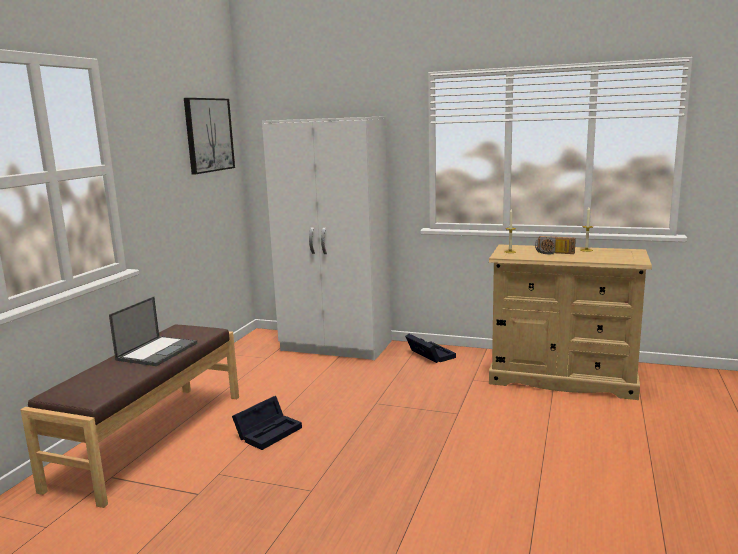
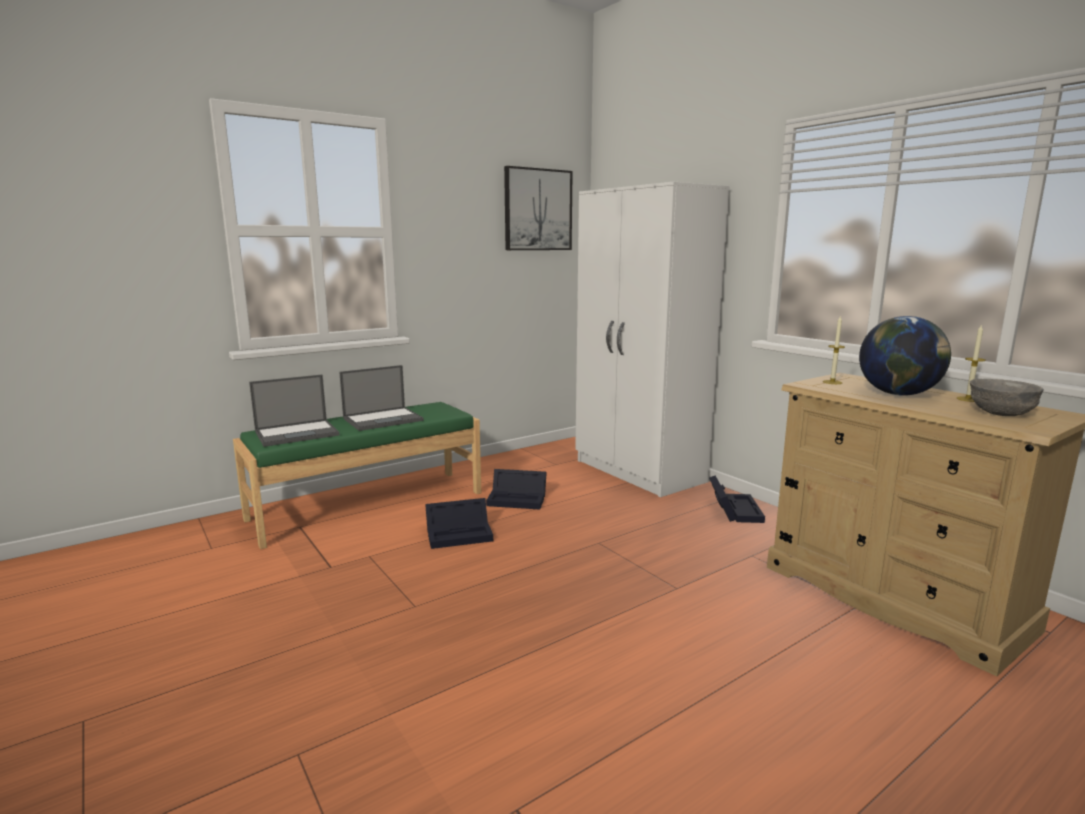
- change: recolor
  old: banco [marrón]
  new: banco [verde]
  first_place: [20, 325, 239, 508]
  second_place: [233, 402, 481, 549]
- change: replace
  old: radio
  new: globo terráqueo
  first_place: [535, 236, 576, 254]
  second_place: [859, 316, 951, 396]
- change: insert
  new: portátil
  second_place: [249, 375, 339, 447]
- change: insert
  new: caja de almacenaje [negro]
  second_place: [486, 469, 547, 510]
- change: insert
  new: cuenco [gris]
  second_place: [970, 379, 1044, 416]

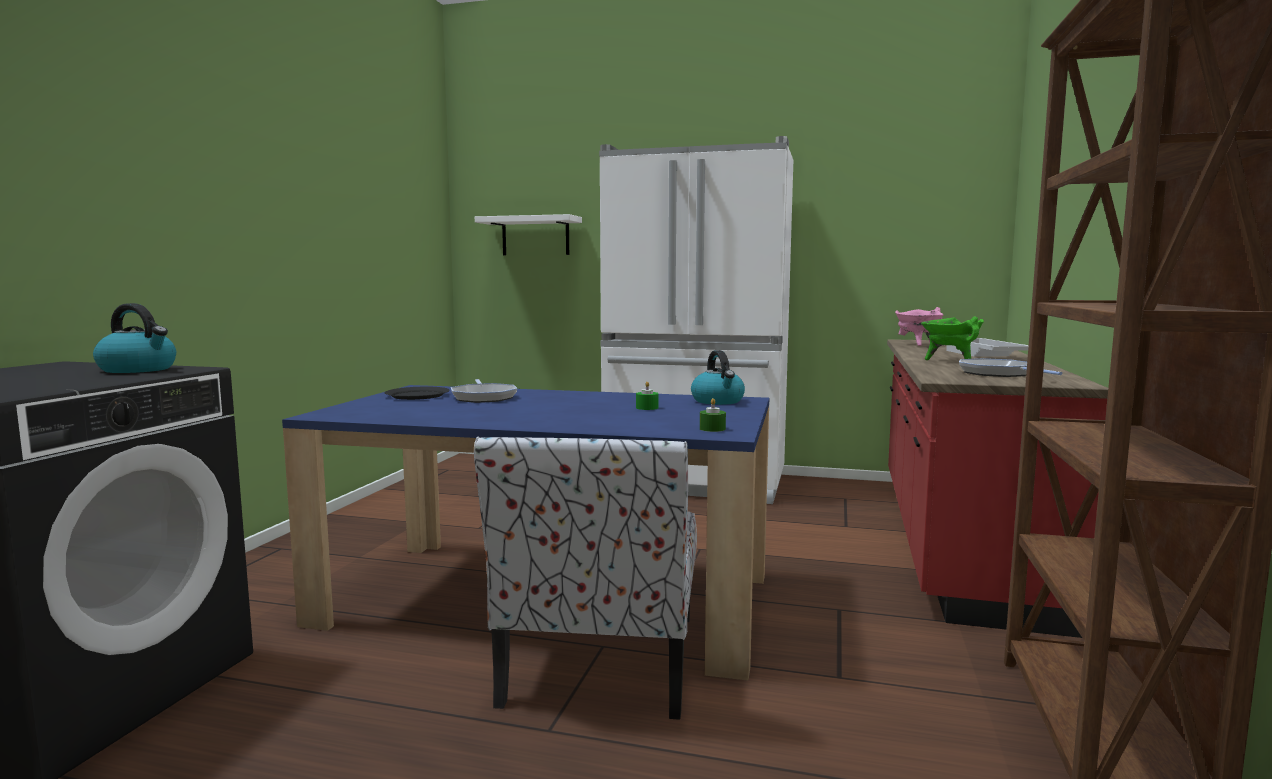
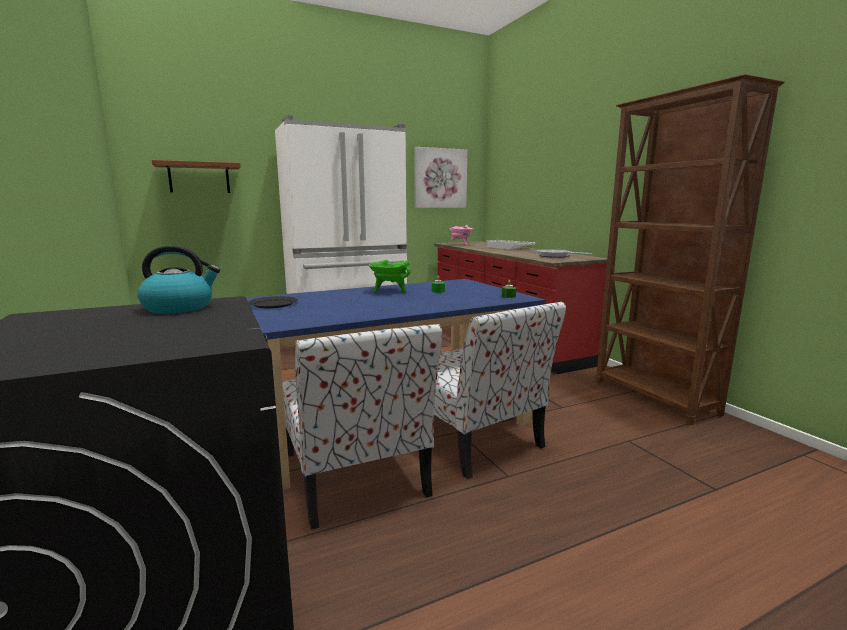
- change: delete
  old: sartén
  first_place: [451, 379, 517, 403]
- change: recolor
  old: estante [blanco]
  new: estante [marrón]
  first_place: [475, 214, 582, 255]
  second_place: [152, 160, 241, 193]
- change: delete
  old: hervidor
  first_place: [691, 350, 745, 405]
- change: move
  old: olla [verde]
  first_place: [921, 316, 984, 360]
  second_place: [368, 260, 411, 293]
- change: insert
  new: silla
  second_place: [283, 324, 442, 530]
- change: insert
  new: cuadro
  second_place: [414, 147, 468, 208]

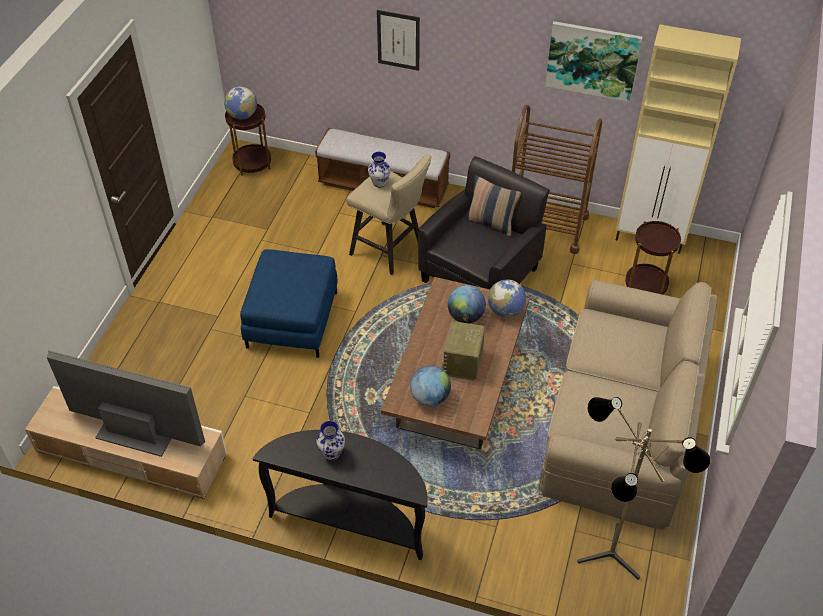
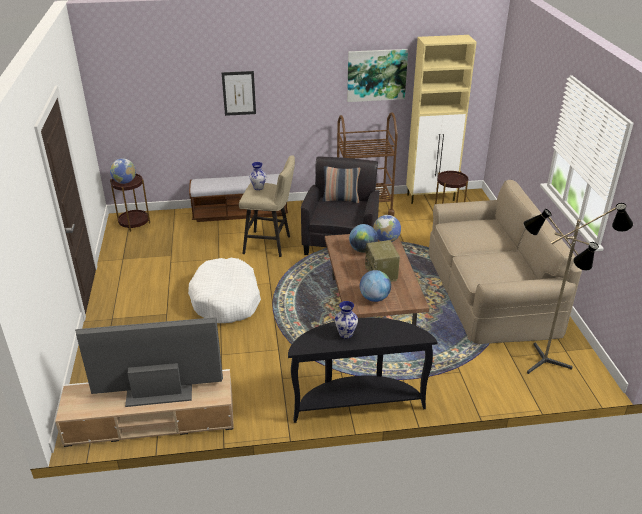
- change: replace
  old: puf [azul]
  new: cama para perro [blanco]
  first_place: [240, 249, 337, 358]
  second_place: [188, 258, 261, 323]

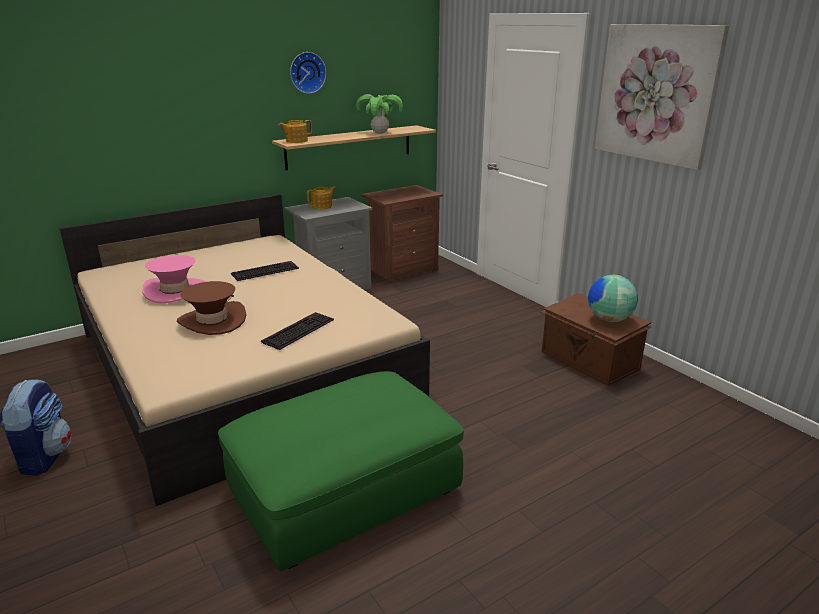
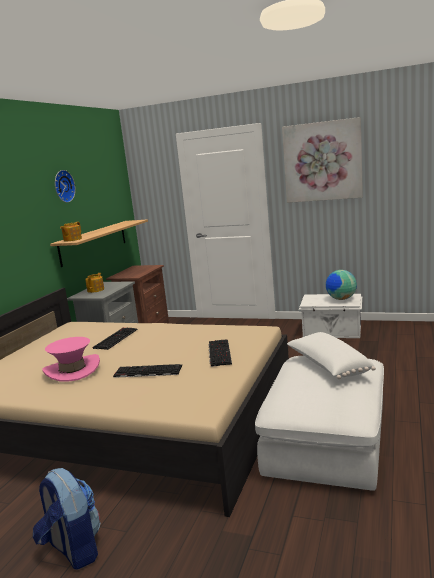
- change: replace
  old: sombrero [marrón]
  new: teclado
  first_place: [177, 281, 246, 335]
  second_place: [113, 364, 182, 378]
- change: recolor
  old: puf [verde]
  new: puf [blanco]
  first_place: [218, 371, 463, 571]
  second_place: [255, 356, 384, 491]
- change: delete
  old: planta en maceta
  first_place: [356, 94, 403, 134]
- change: recolor
  old: caja de almacenaje [marrón]
  new: caja de almacenaje [blanco]
  first_place: [541, 293, 651, 386]
  second_place: [299, 294, 362, 338]
- change: insert
  new: cojín [blanco]
  second_place: [287, 332, 376, 379]

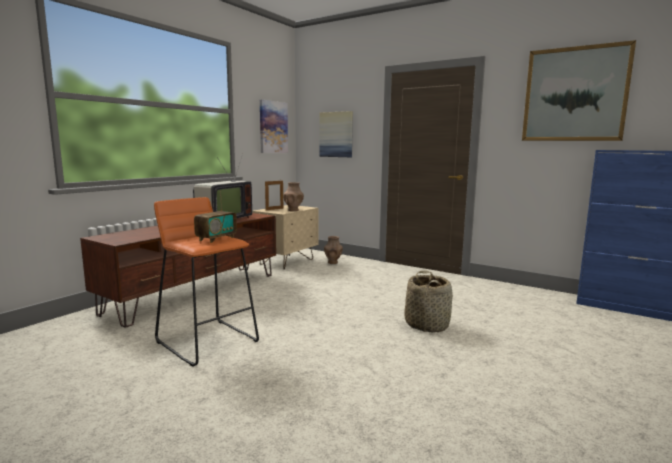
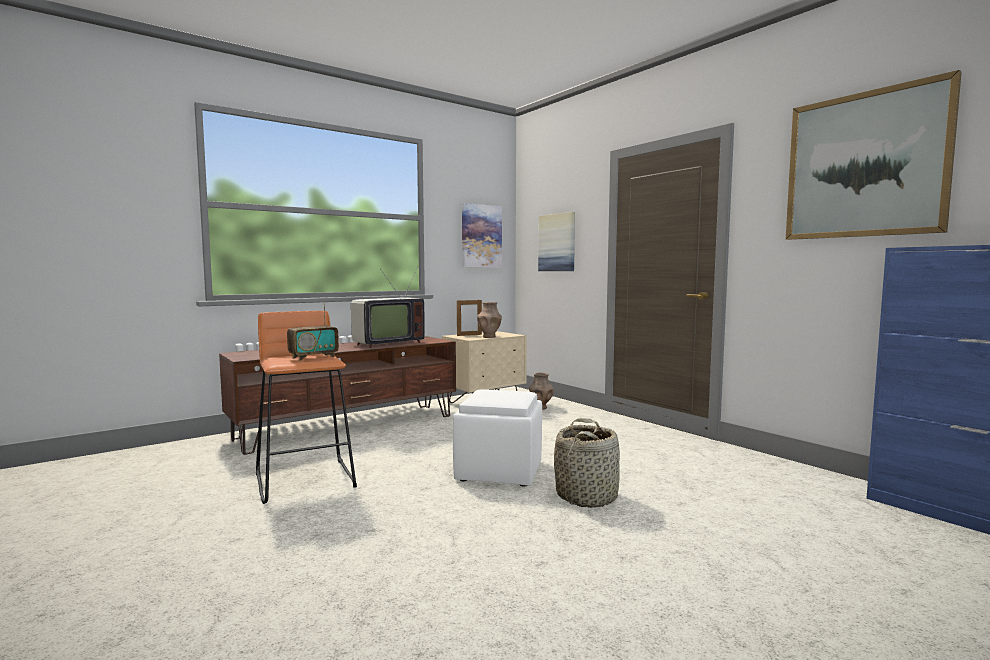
- change: insert
  new: puf [blanco]
  second_place: [453, 389, 542, 487]

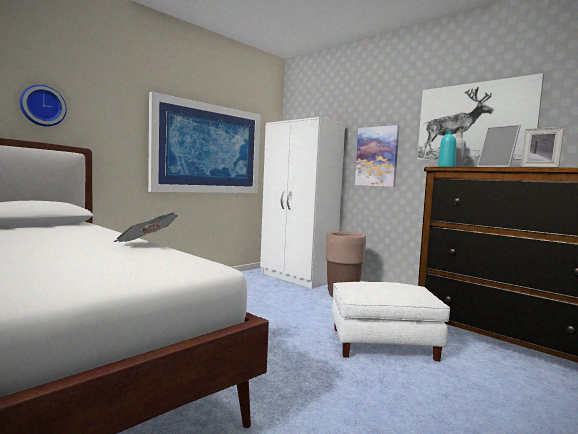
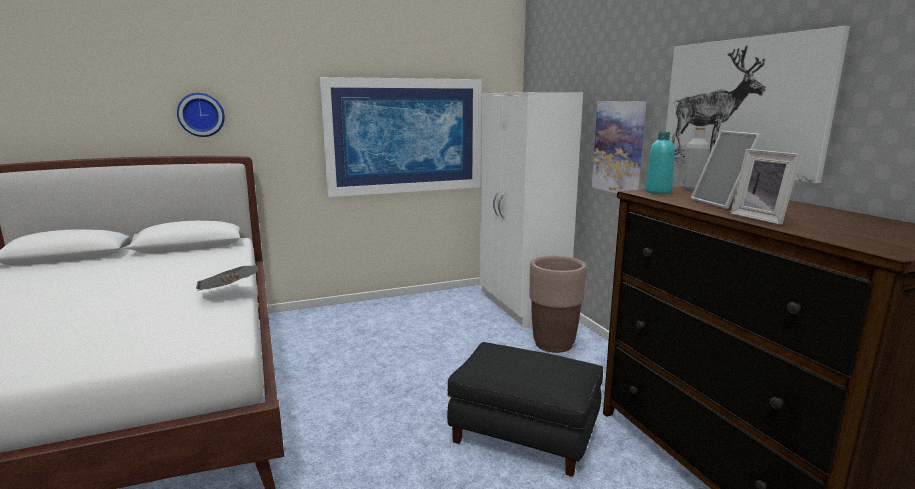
- change: recolor
  old: puf [blanco]
  new: puf [negro]
  first_place: [332, 282, 450, 361]
  second_place: [447, 342, 603, 477]

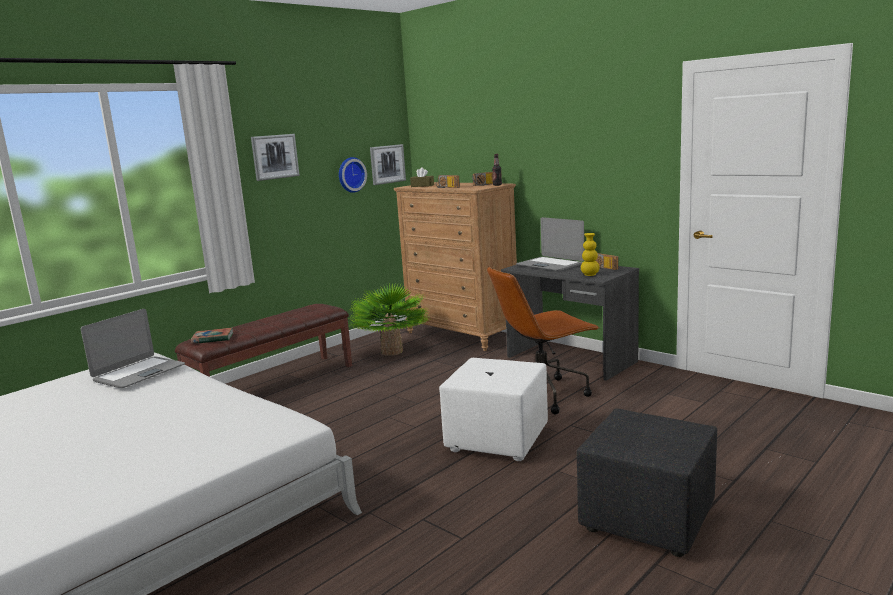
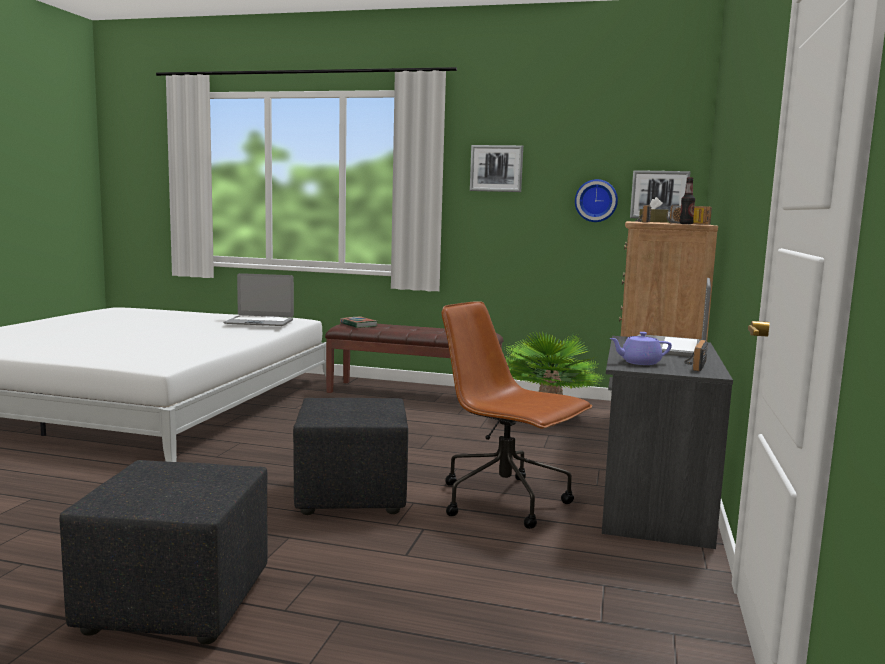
- change: recolor
  old: puf [blanco]
  new: puf [negro]
  first_place: [439, 358, 548, 461]
  second_place: [293, 398, 408, 515]
- change: replace
  old: florero [amarillo]
  new: tetera [morado]
  first_place: [581, 233, 600, 276]
  second_place: [610, 332, 672, 365]

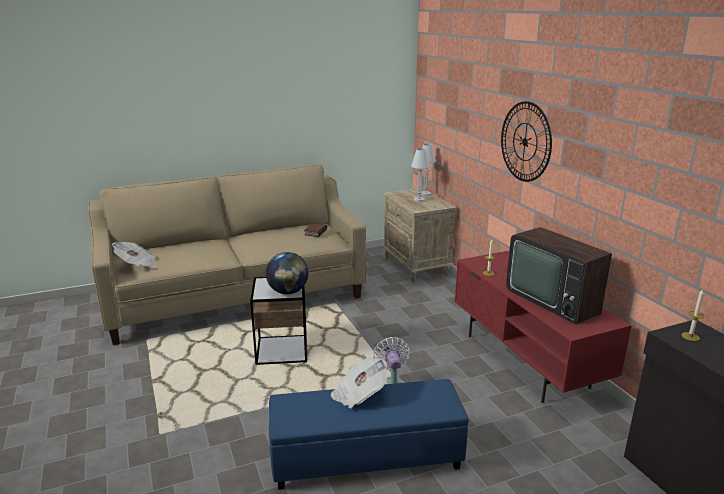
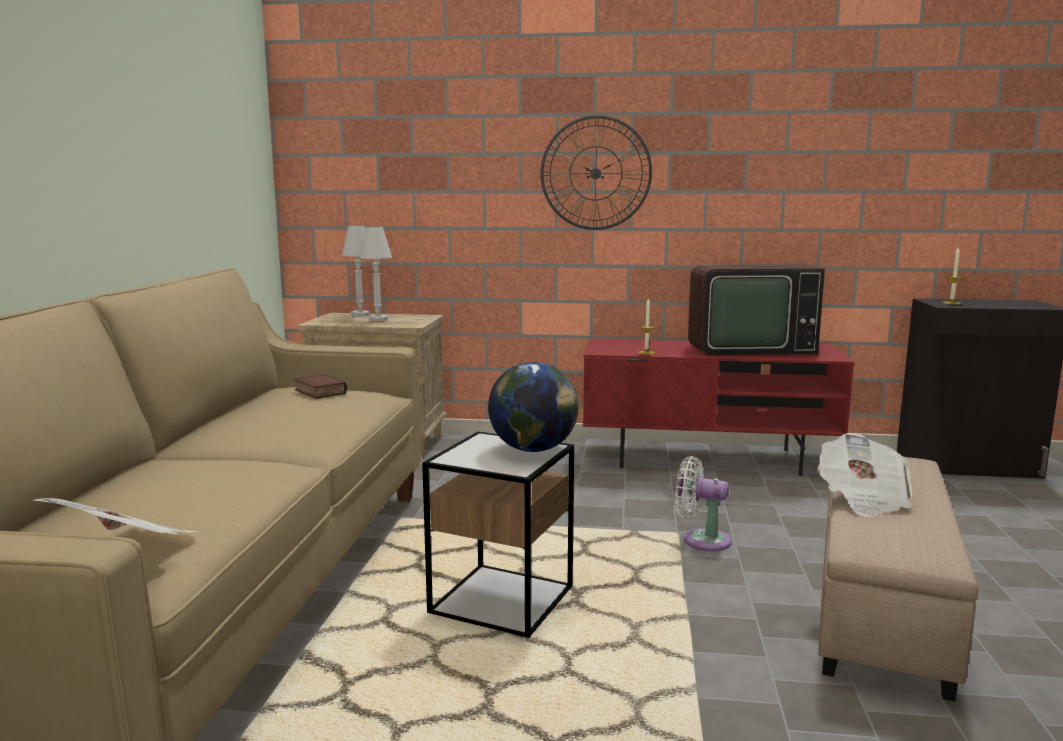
- change: recolor
  old: puf [azul]
  new: puf [beis]
  first_place: [269, 379, 468, 490]
  second_place: [818, 457, 978, 702]

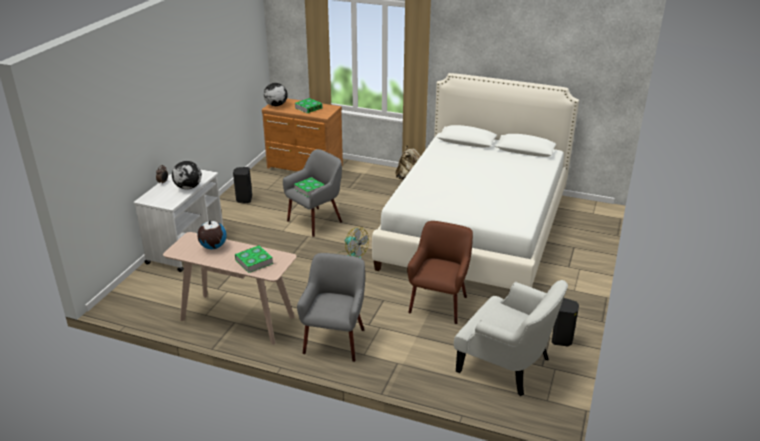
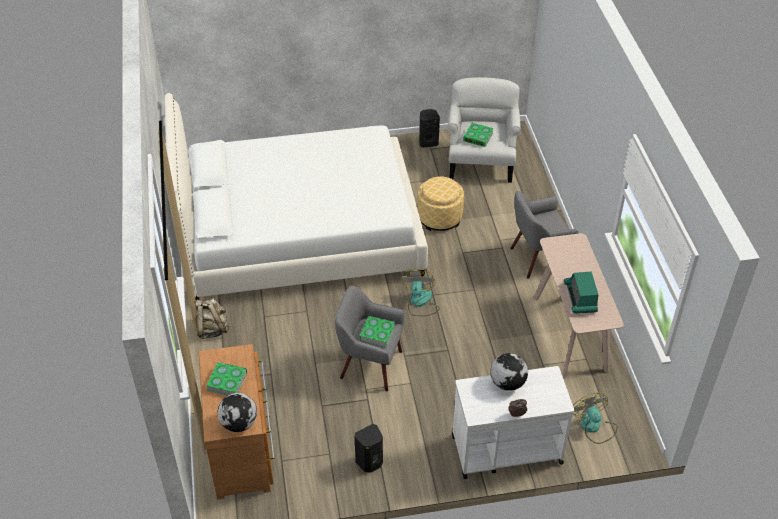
- change: replace
  old: globo terráqueo
  new: radio
  first_place: [197, 220, 227, 249]
  second_place: [564, 272, 598, 314]
- change: move
  old: libro
  first_place: [235, 245, 273, 273]
  second_place: [463, 123, 494, 147]
- change: replace
  old: sillón [marrón]
  new: puf
  first_place: [407, 221, 473, 324]
  second_place: [417, 176, 464, 231]
- change: insert
  new: ventilador
  second_place: [573, 393, 618, 444]

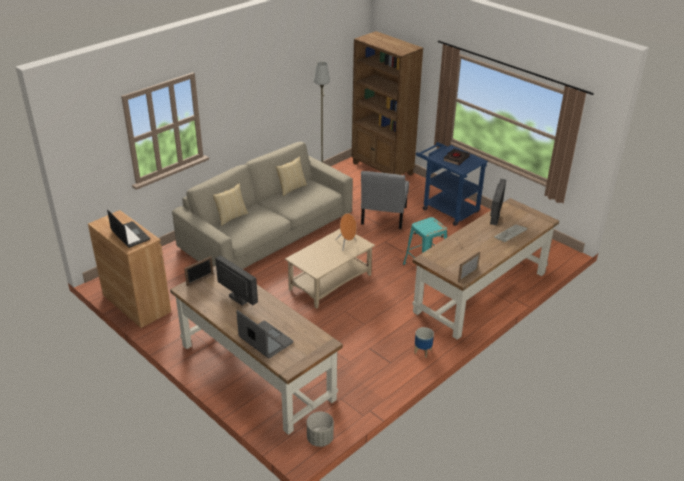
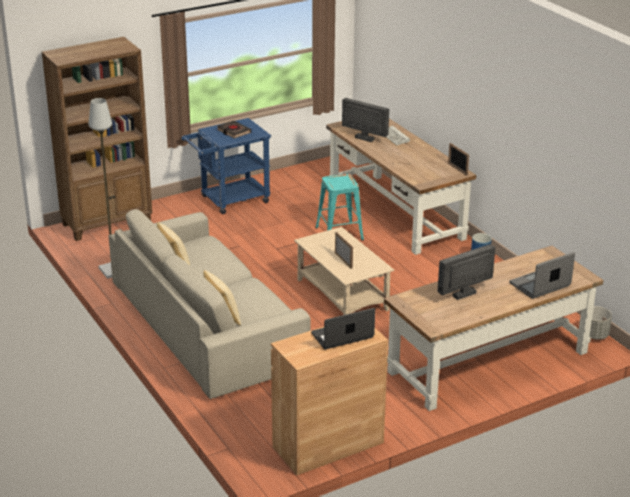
- change: move
  old: portarretratos
  first_place: [184, 256, 213, 287]
  second_place: [335, 232, 353, 269]
- change: delete
  old: altavoz [naranja]
  first_place: [335, 213, 357, 251]
- change: delete
  old: silla [gris]
  first_place: [361, 171, 409, 229]

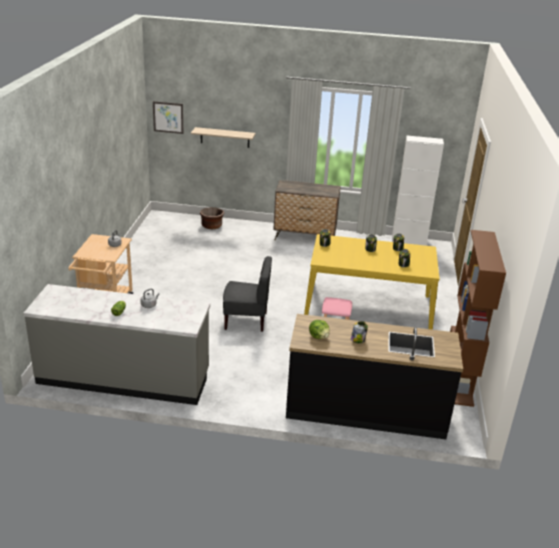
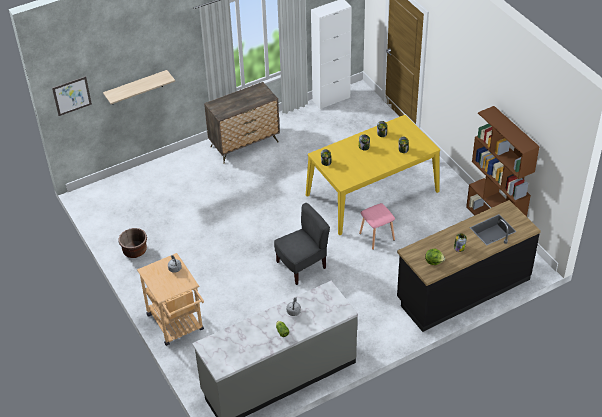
- change: move
  old: maceta [marrón]
  first_place: [200, 207, 224, 229]
  second_place: [118, 228, 147, 258]

